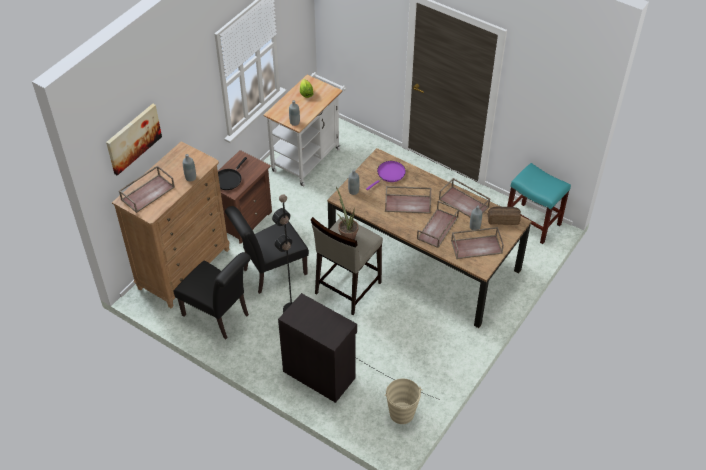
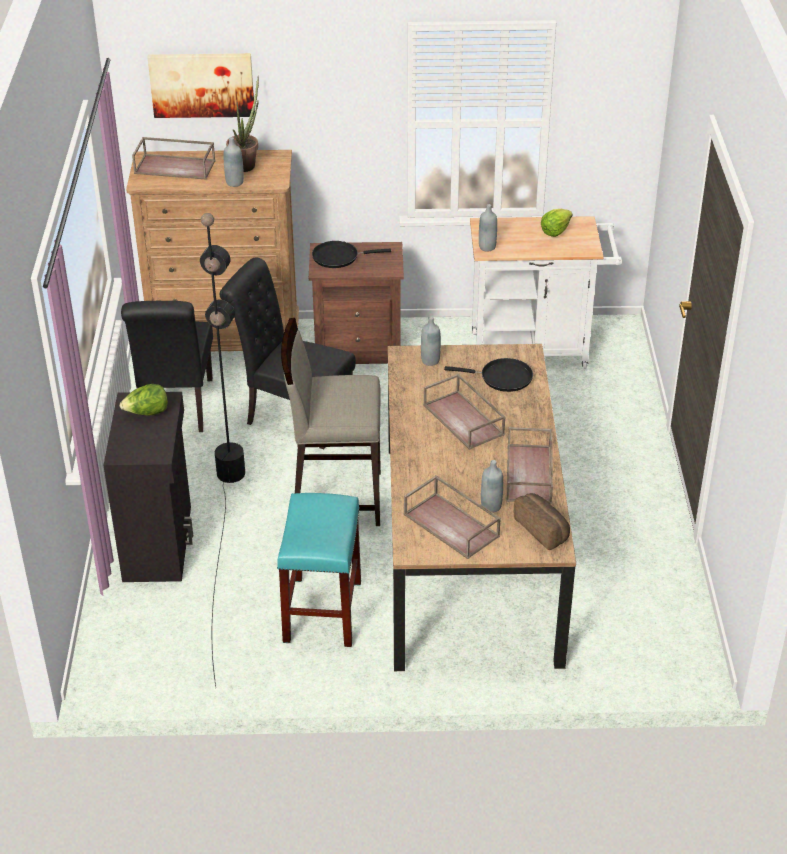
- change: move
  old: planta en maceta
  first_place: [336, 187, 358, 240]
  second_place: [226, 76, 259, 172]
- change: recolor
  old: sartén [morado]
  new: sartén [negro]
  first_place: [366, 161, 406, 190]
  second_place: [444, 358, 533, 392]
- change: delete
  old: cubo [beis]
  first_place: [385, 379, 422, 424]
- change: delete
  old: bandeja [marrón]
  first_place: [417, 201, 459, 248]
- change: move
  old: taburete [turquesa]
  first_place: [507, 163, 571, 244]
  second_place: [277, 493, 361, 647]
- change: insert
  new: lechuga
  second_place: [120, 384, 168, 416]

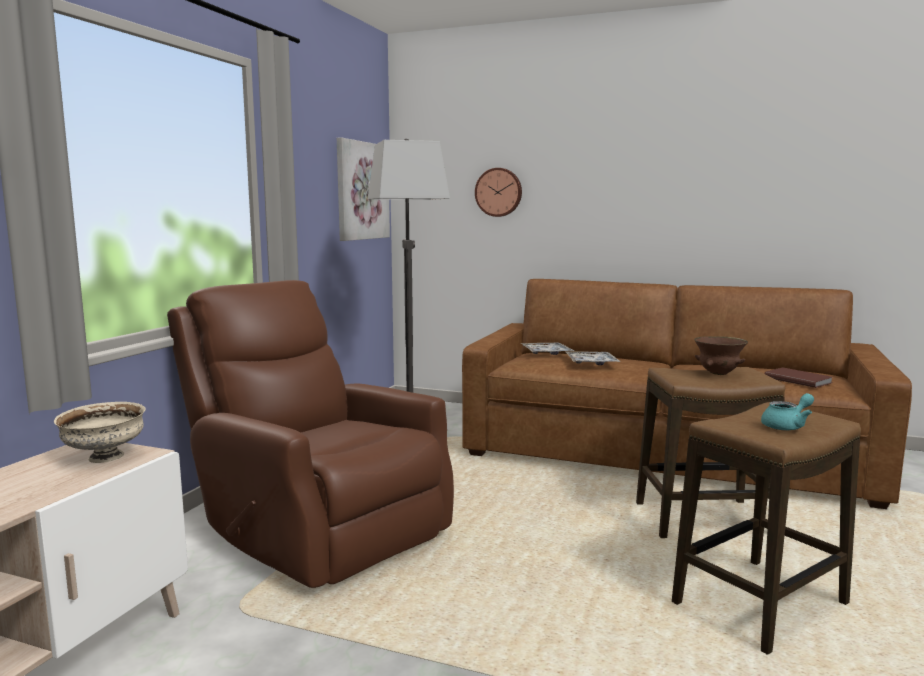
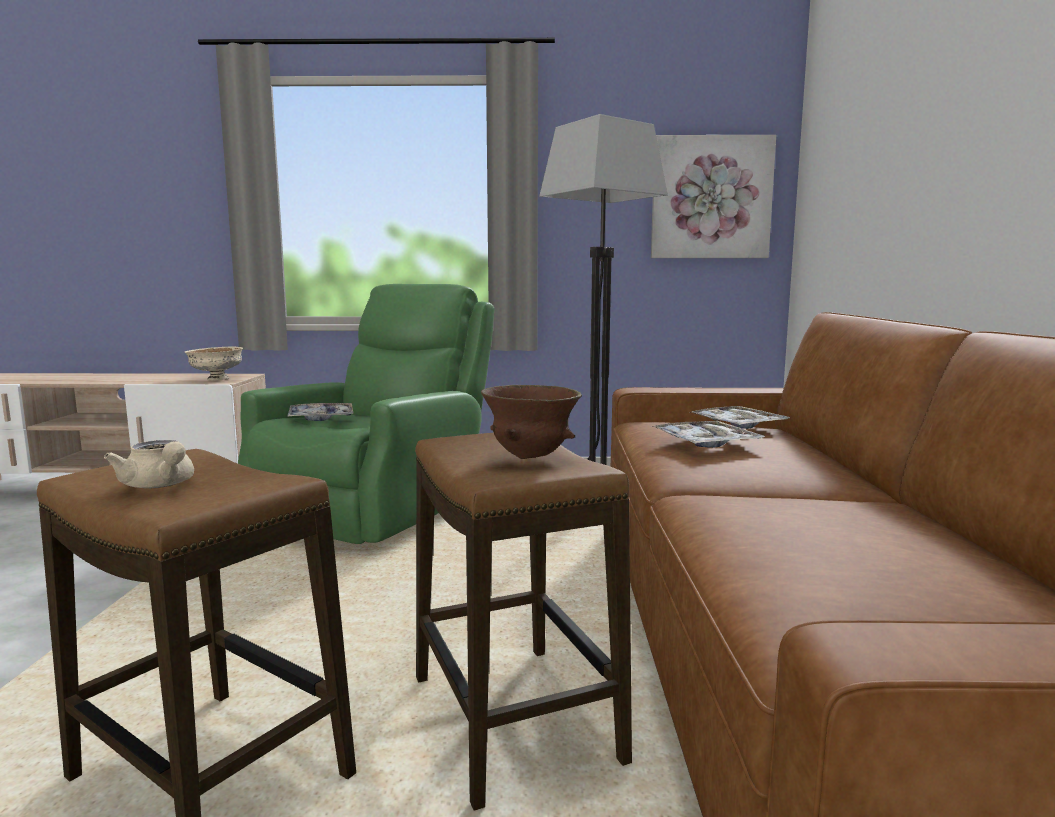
- change: recolor
  old: sillón [marrón]
  new: sillón [verde]
  first_place: [167, 280, 454, 588]
  second_place: [238, 284, 495, 544]
- change: delete
  old: reloj de pared
  first_place: [475, 168, 522, 217]
- change: recolor
  old: tetera [turquesa]
  new: tetera [beis]
  first_place: [761, 393, 814, 430]
  second_place: [104, 440, 194, 488]
- change: delete
  old: libro [marrón]
  first_place: [764, 367, 832, 388]
- change: insert
  new: bandeja
  second_place: [287, 403, 353, 421]

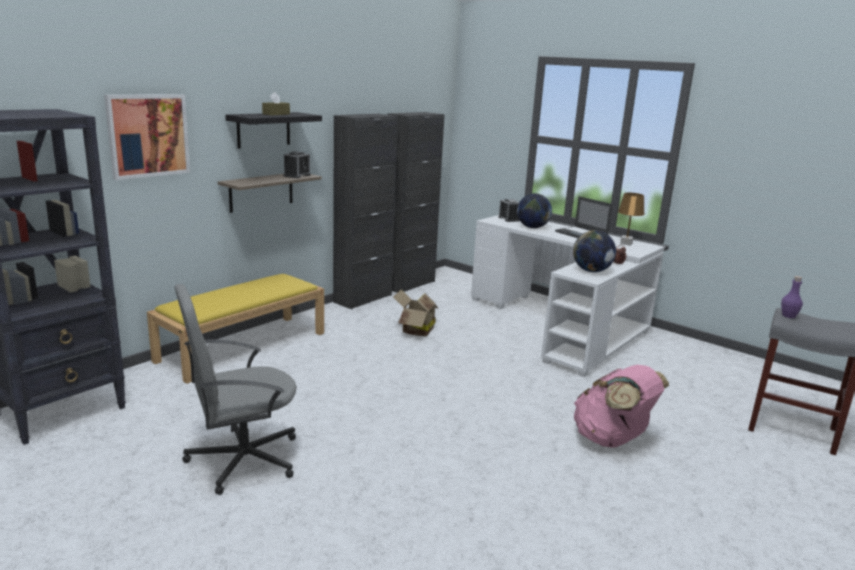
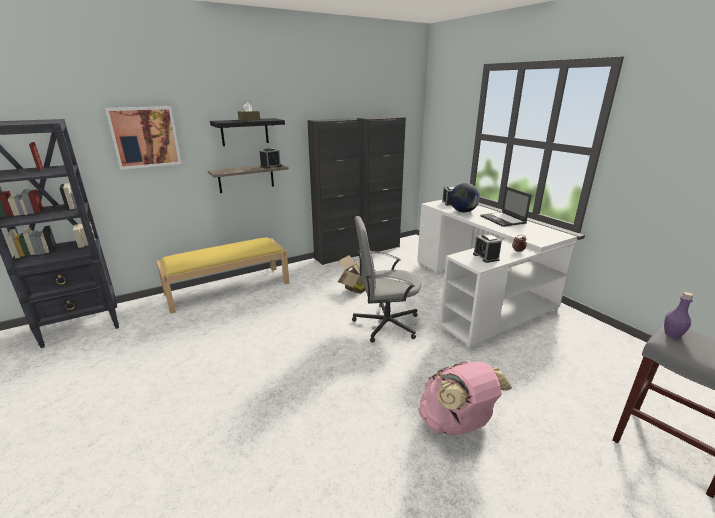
- change: move
  old: silla de oficina [gris]
  first_place: [175, 284, 297, 495]
  second_place: [352, 216, 421, 343]
- change: replace
  old: globo terráqueo
  new: despertador
  first_place: [573, 230, 616, 272]
  second_place: [473, 234, 502, 263]
- change: delete
  old: lámpara de mesa [marrón]
  first_place: [618, 193, 645, 246]

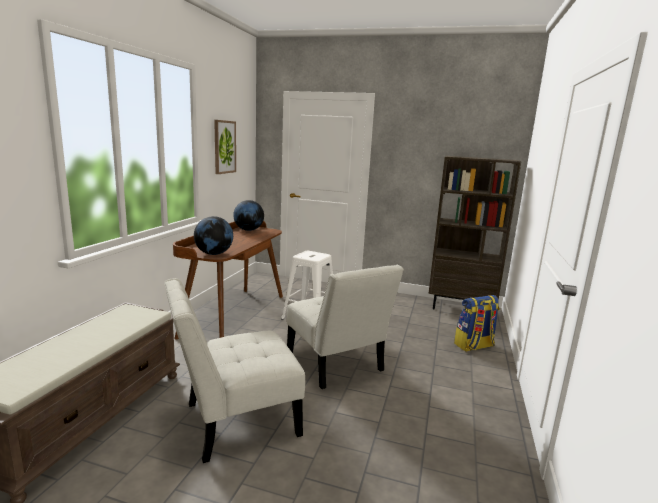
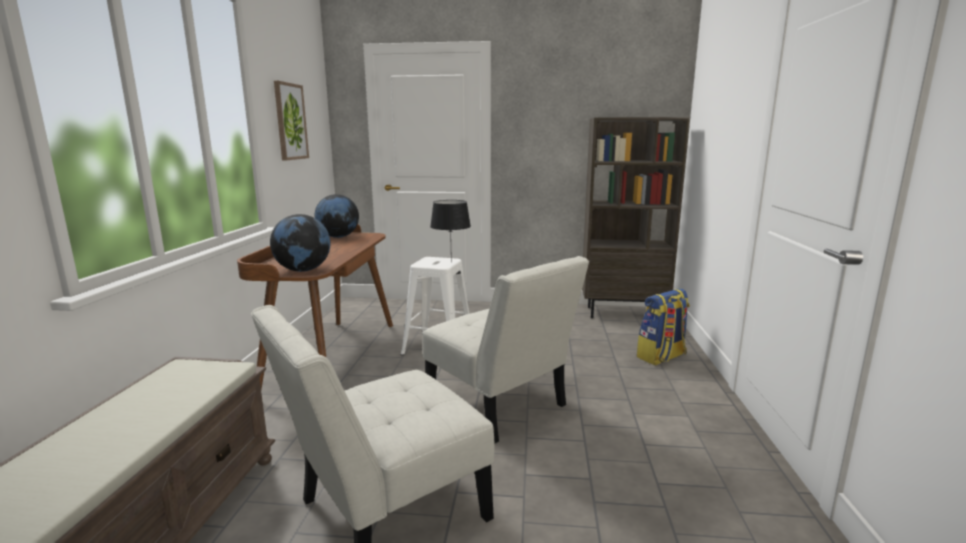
- change: insert
  new: lámpara de mesa [negro]
  second_place: [430, 200, 471, 262]

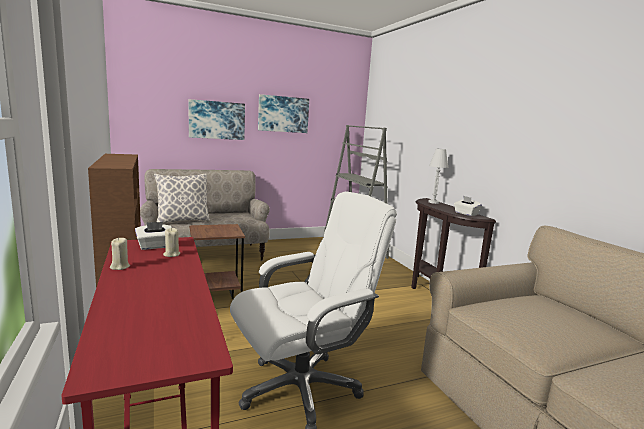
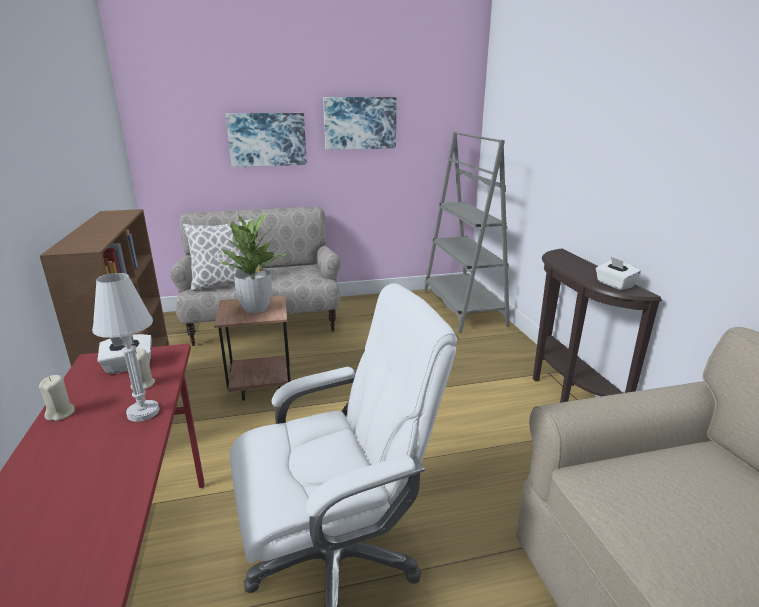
- change: move
  old: lámpara de mesa [blanco]
  first_place: [428, 149, 449, 204]
  second_place: [92, 273, 159, 422]
- change: insert
  new: planta en maceta
  second_place: [218, 213, 286, 313]

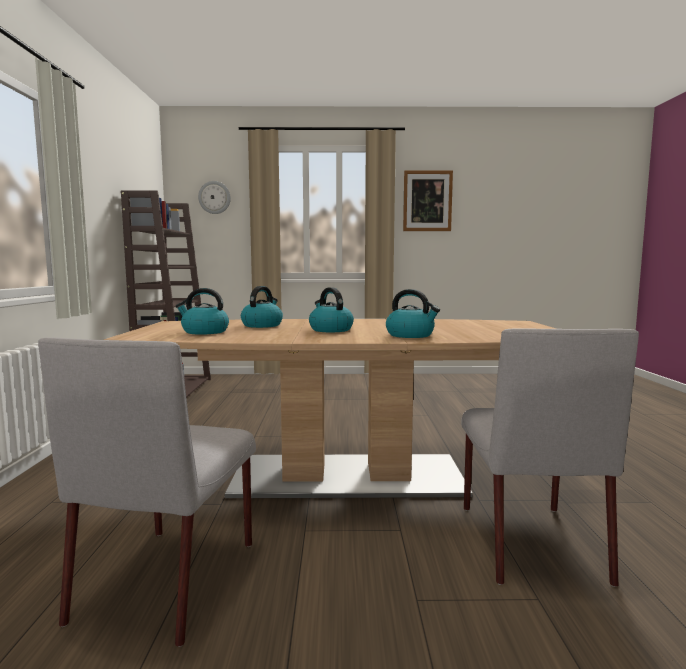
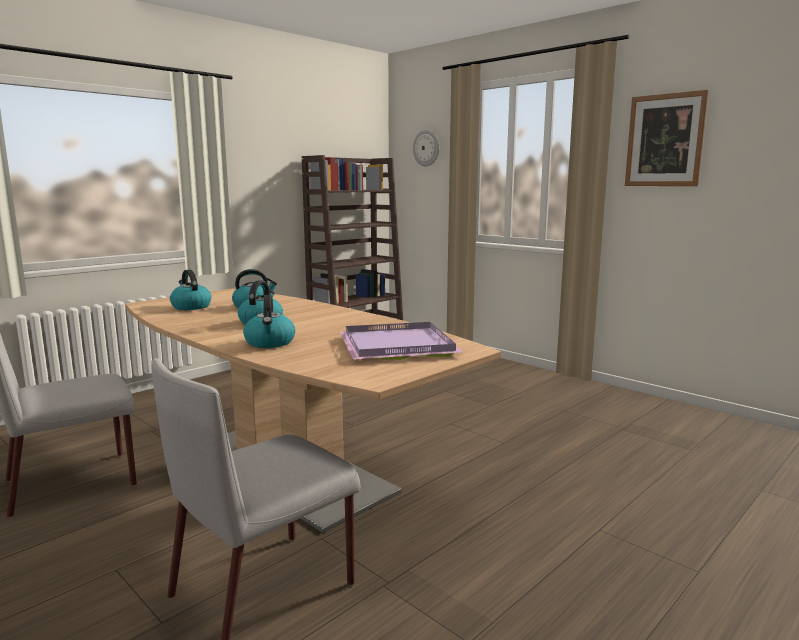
- change: insert
  new: bandeja [morado]
  second_place: [340, 322, 464, 360]

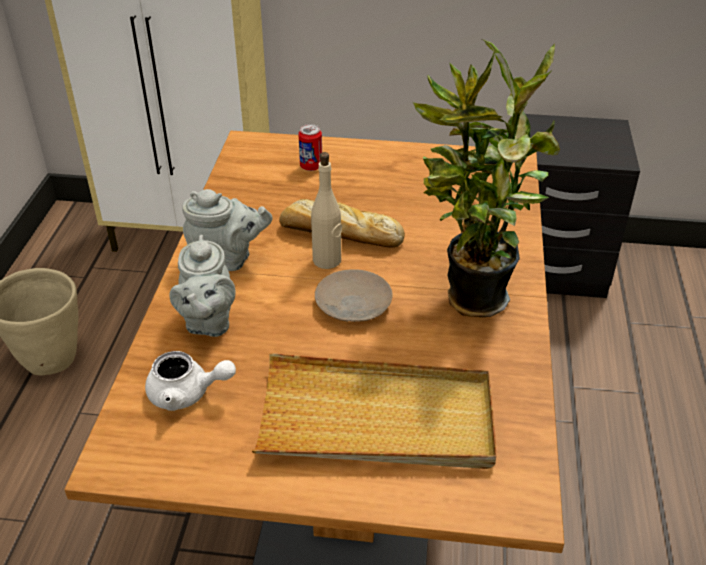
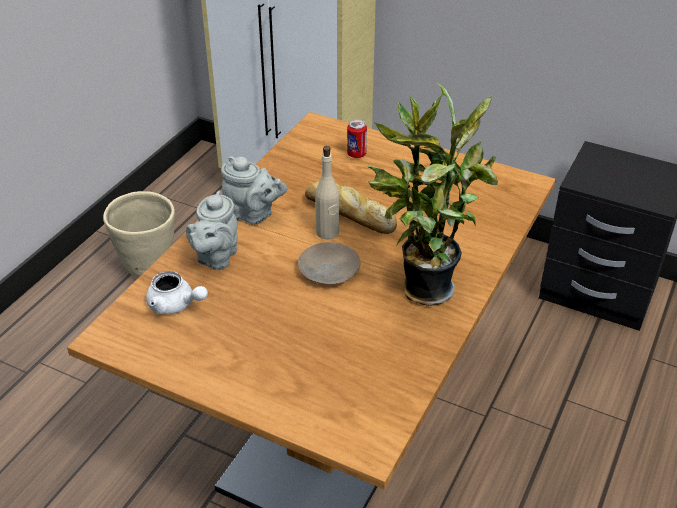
- change: delete
  old: bandeja [beis]
  first_place: [252, 353, 496, 469]

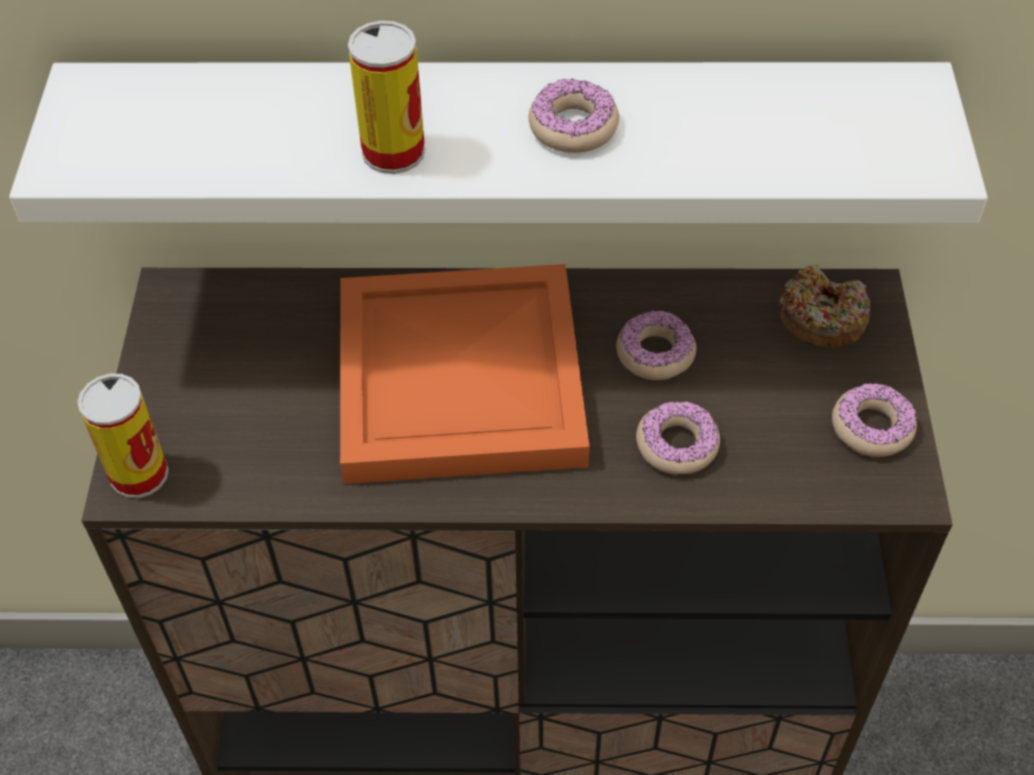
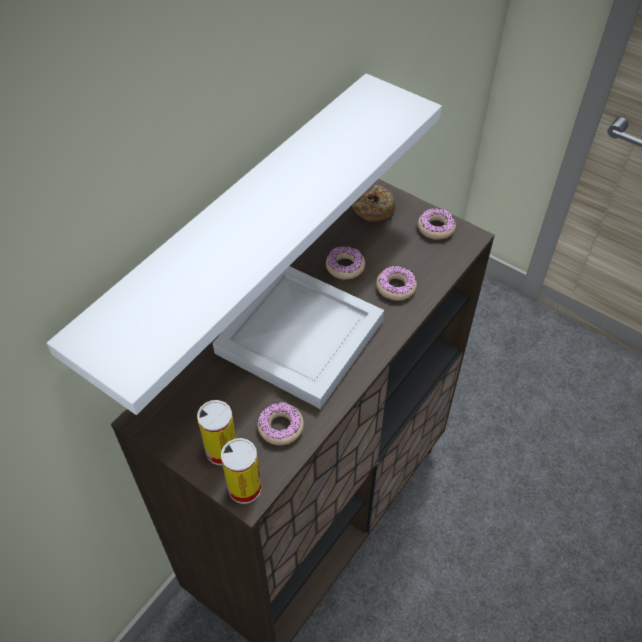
- change: recolor
  old: bandeja [naranja]
  new: bandeja [blanco]
  first_place: [340, 264, 590, 484]
  second_place: [213, 266, 384, 409]
- change: move
  old: lata
  first_place: [348, 21, 425, 174]
  second_place: [197, 400, 236, 466]
- change: move
  old: rosquilla
  first_place: [529, 79, 619, 153]
  second_place: [258, 402, 304, 445]

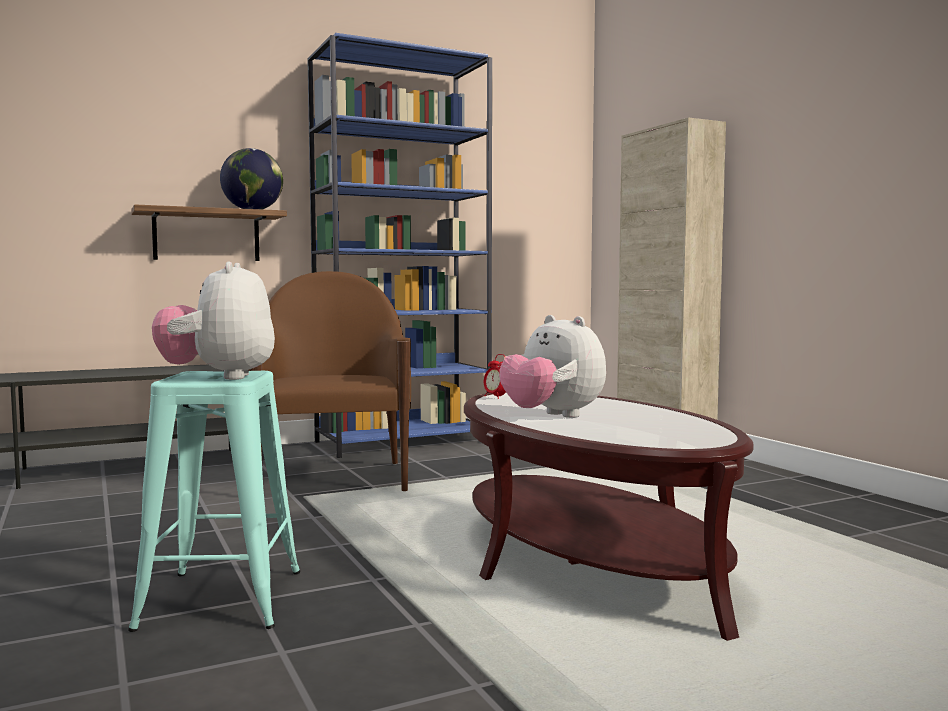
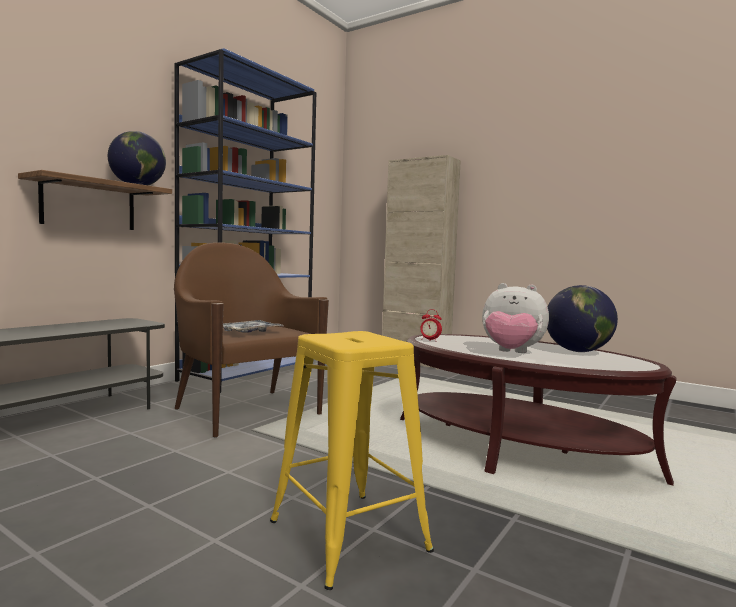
- change: recolor
  old: taburete [turquesa]
  new: taburete [amarillo]
  first_place: [128, 371, 300, 632]
  second_place: [270, 331, 434, 590]
- change: delete
  old: peluche
  first_place: [152, 262, 275, 380]
- change: insert
  new: bandeja
  second_place: [223, 320, 283, 333]
- change: insert
  new: globo terráqueo
  second_place: [547, 285, 618, 352]

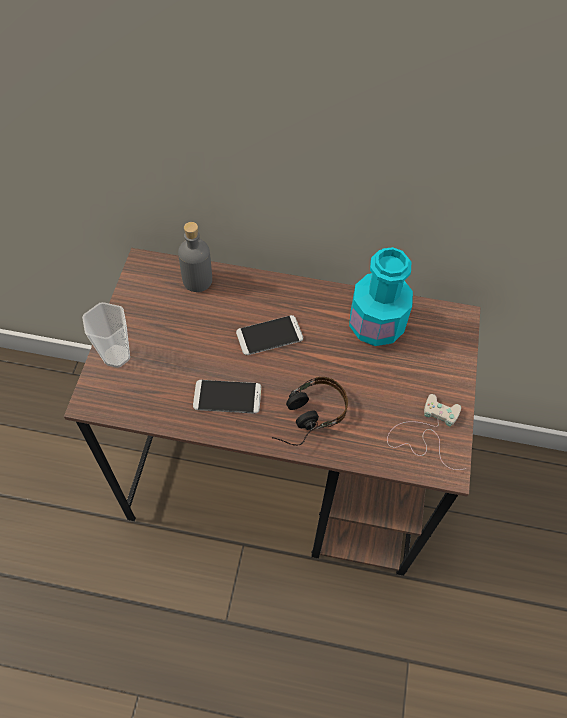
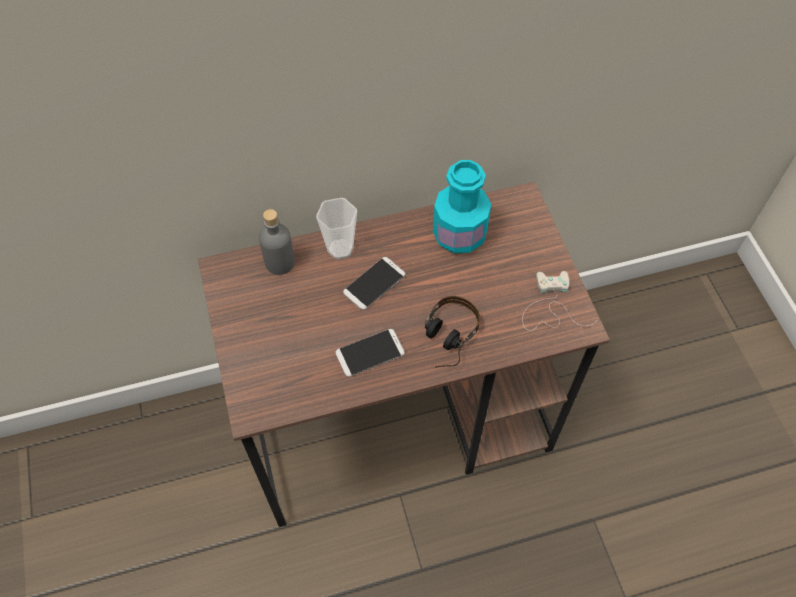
- change: move
  old: taza
  first_place: [82, 302, 130, 368]
  second_place: [316, 198, 357, 260]

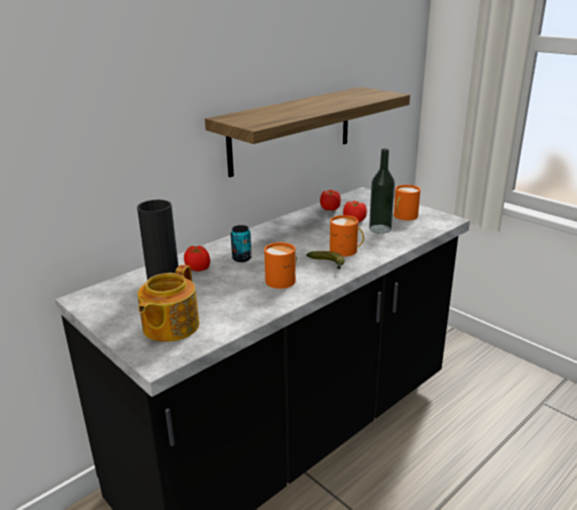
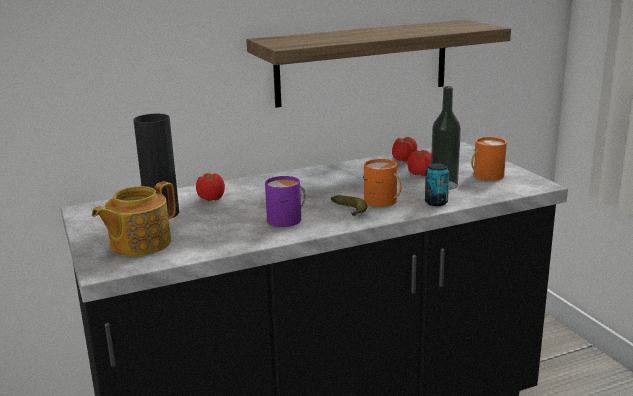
- change: move
  old: lata
  first_place: [231, 225, 252, 262]
  second_place: [425, 163, 449, 206]
- change: recolor
  old: taza grande [naranja]
  new: taza grande [morado]
  first_place: [264, 242, 297, 289]
  second_place: [265, 176, 306, 227]

